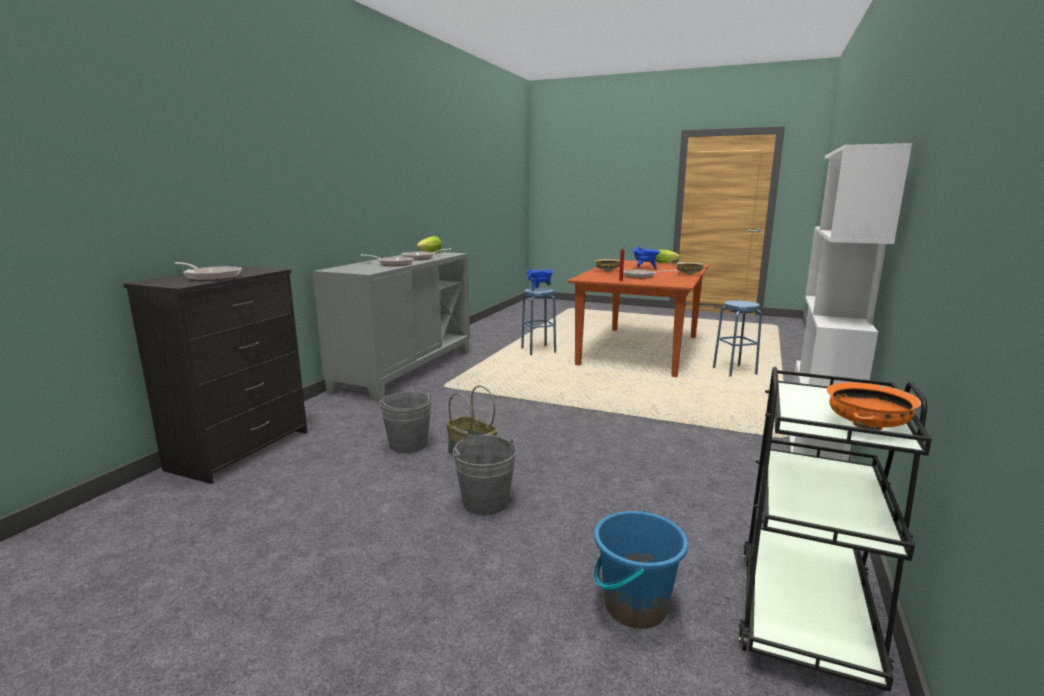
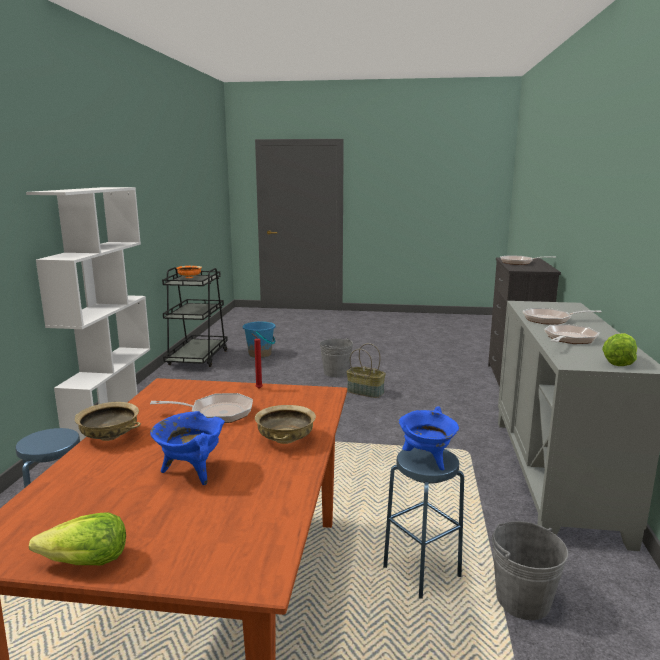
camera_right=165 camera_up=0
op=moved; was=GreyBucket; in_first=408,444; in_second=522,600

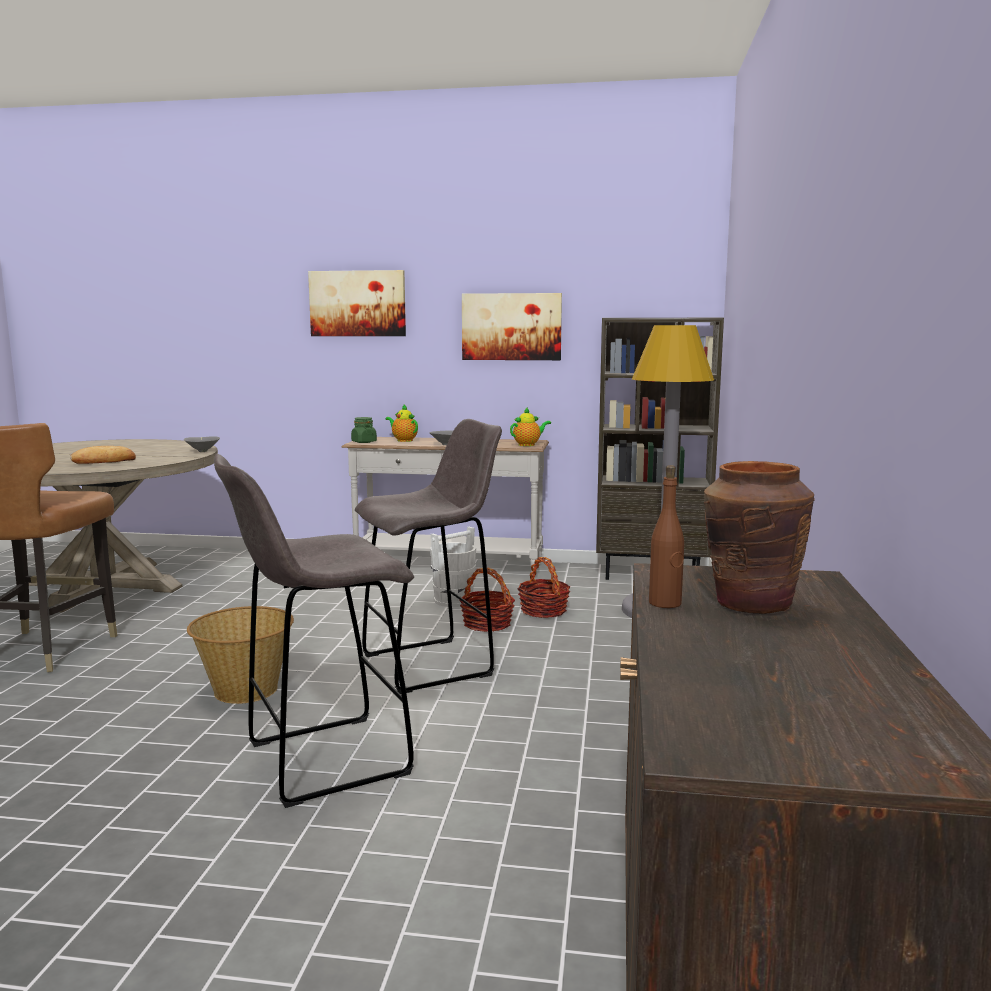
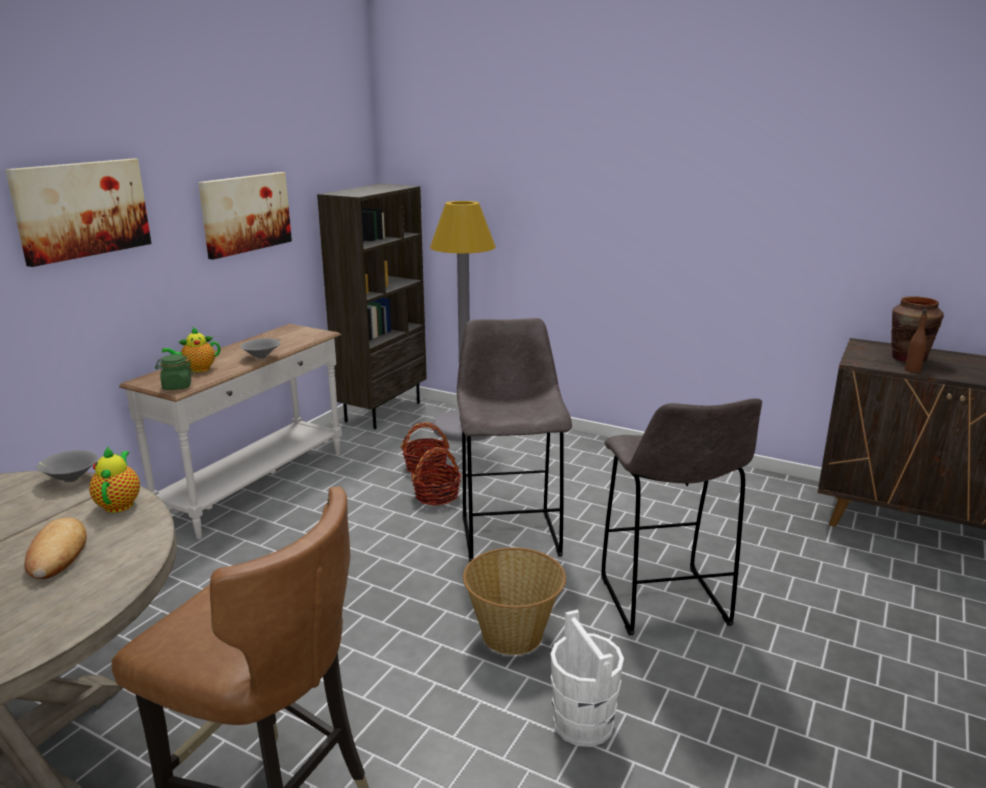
camera_right=-70 camera_up=10
op=moved; was=WhiteBucket; in_first=454,600; in_second=583,723
op=moved; was=Teapot; in_first=528,445; in_second=120,504

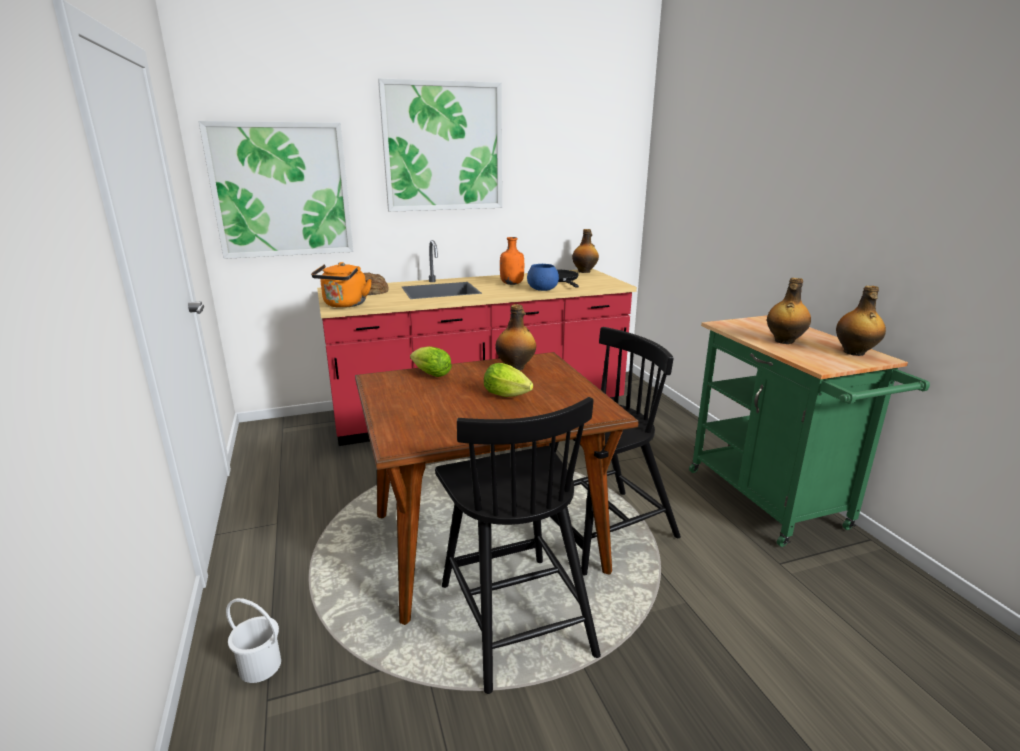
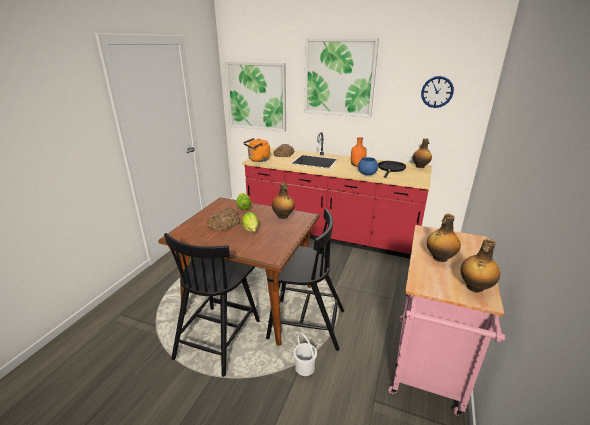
camera_right=40 camera_up=5
op=added; now=Bread; in_second=224,223
op=added; now=WallClock; in_second=437,92
op=moved; was=WhiteBucket; in_first=260,665; in_second=305,367
op=recoloured; was=GreenCart; now=PinkCart; in_first=773,504; in_second=426,367

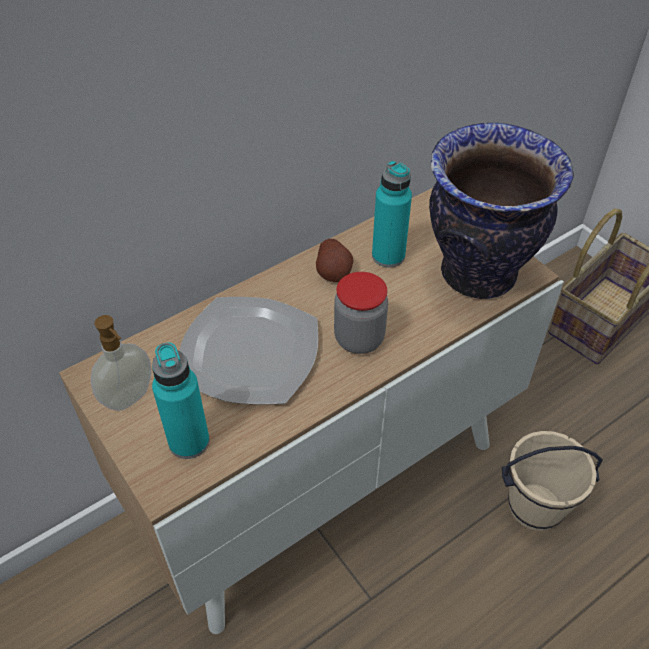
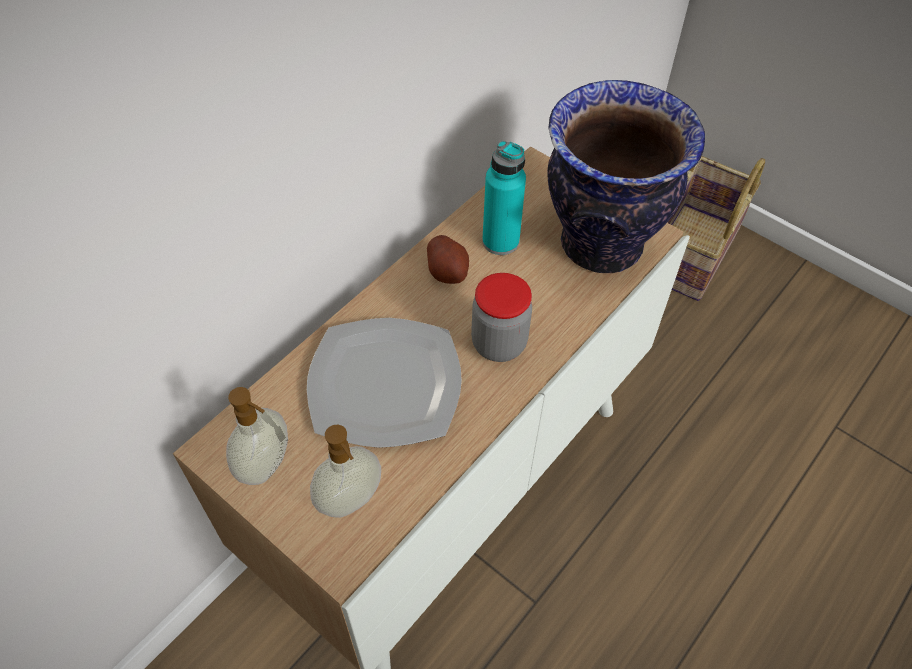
camera_right=-15 camera_up=5
op=removed; was=BeigeBucket; in_first=535,506
op=replaced; was=TurquoiseBottle; now=SoapDispenser; in_first=189,441; in_second=351,502

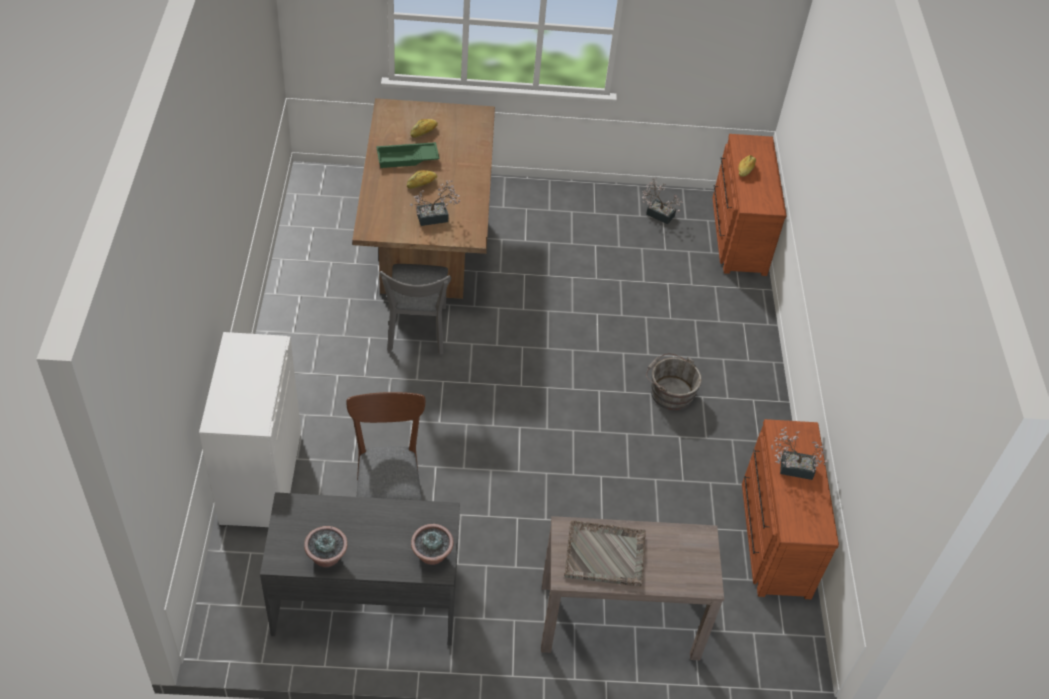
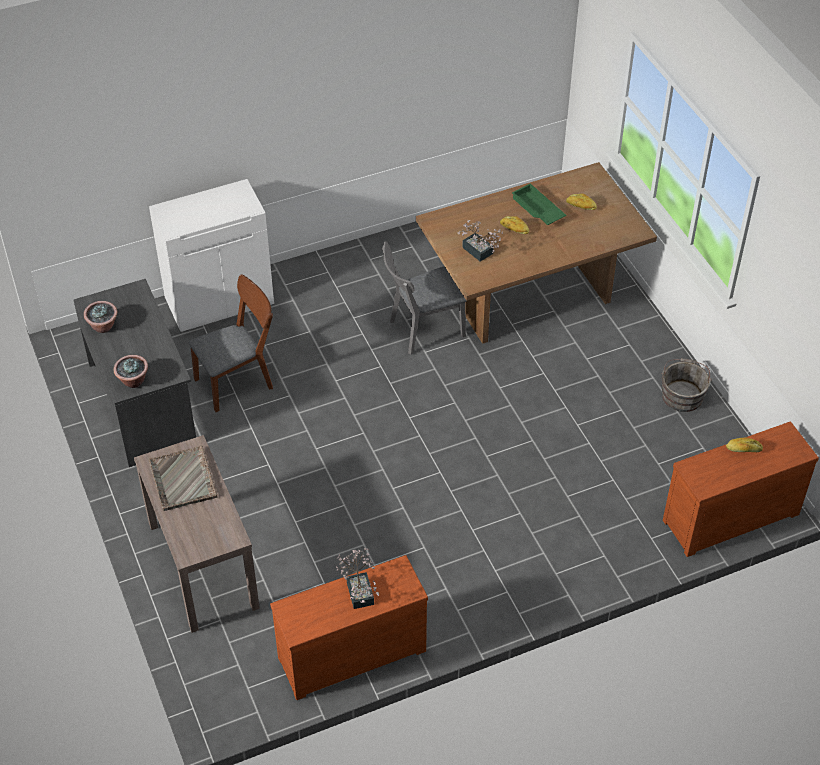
camera_right=70 camera_up=0
op=removed; was=PottedPlant; in_first=657,213
op=moved; was=GreyBucket; in_first=669,392; in_second=682,394

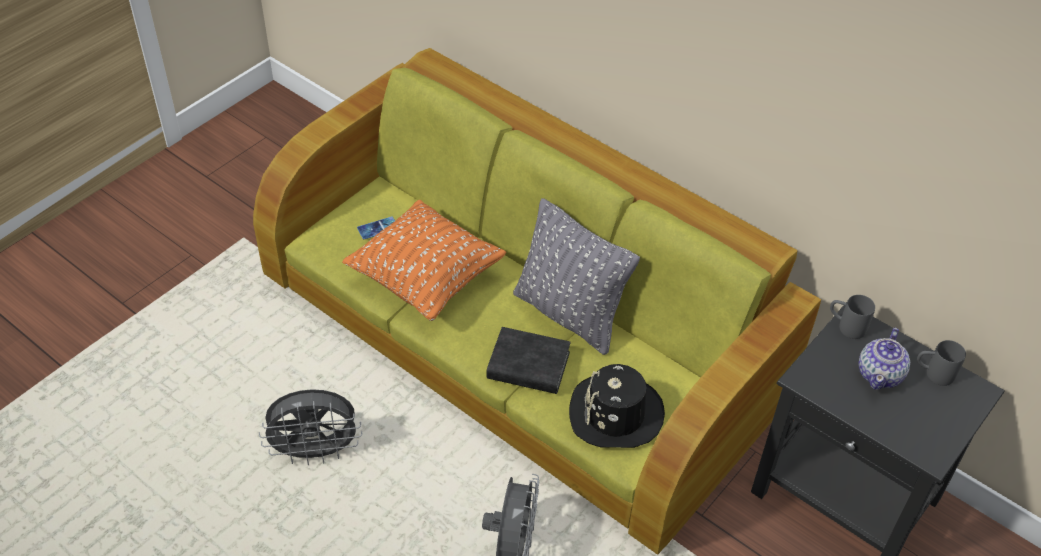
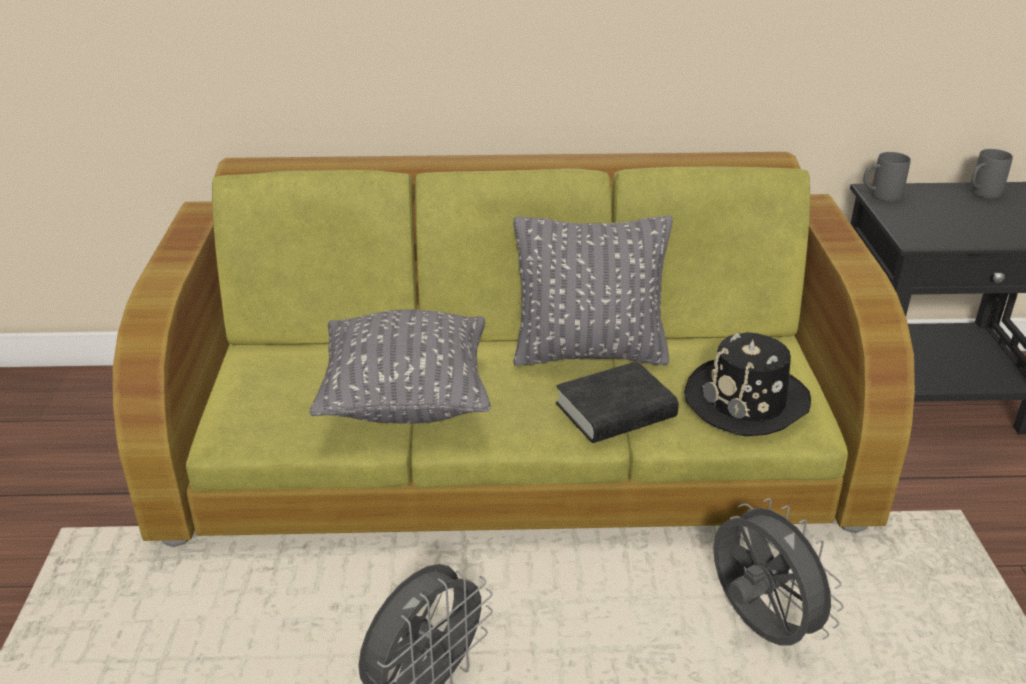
camera_right=-40 camera_up=-15
op=removed; was=Phone; in_first=378,228
op=removed; was=Teapot; in_first=880,374
op=recoloured; was=OrangePillow; now=GreyPillow; in_first=426,280; in_second=406,401

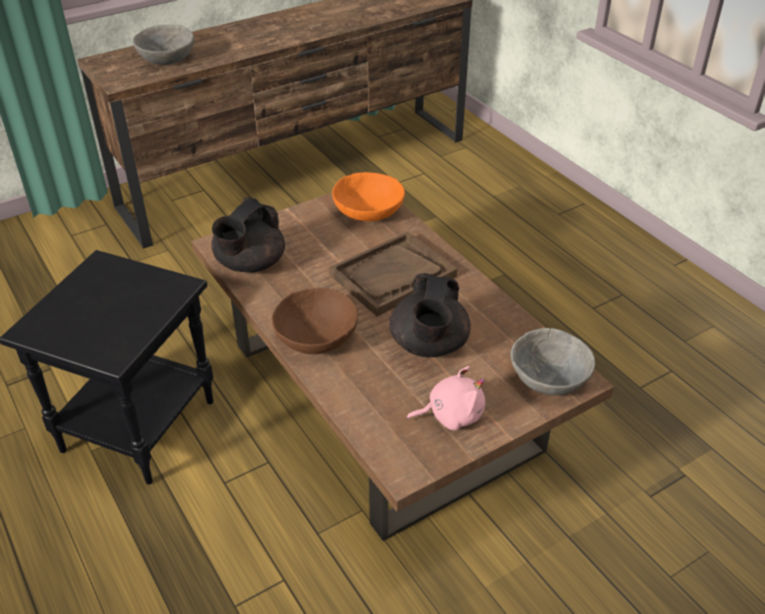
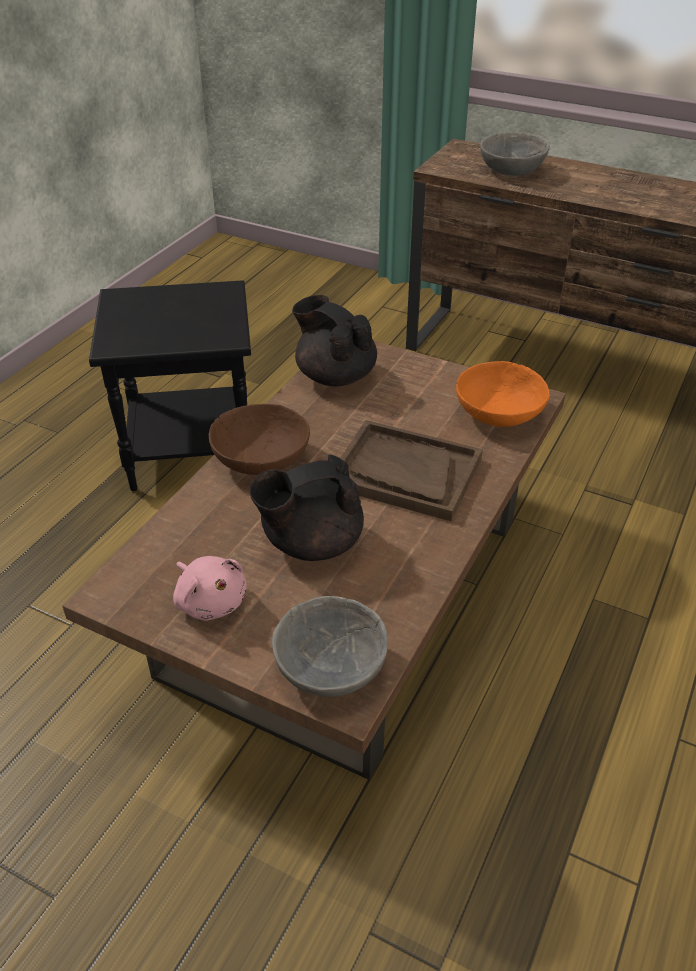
camera_right=60 camera_up=0
op=turned; was=BlackTeapot; in_first=249,264; in_second=335,376; clockwise=45

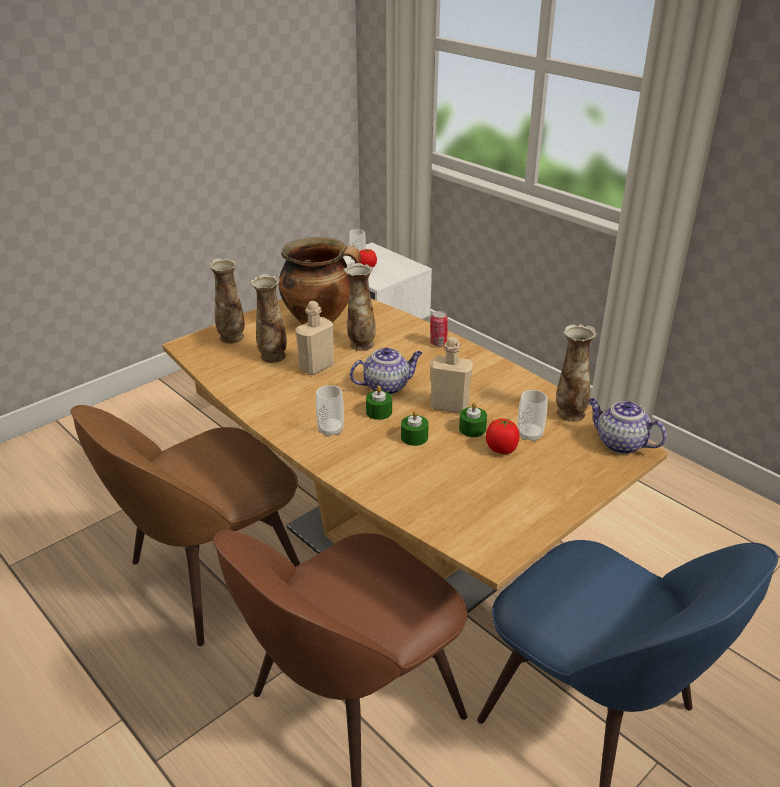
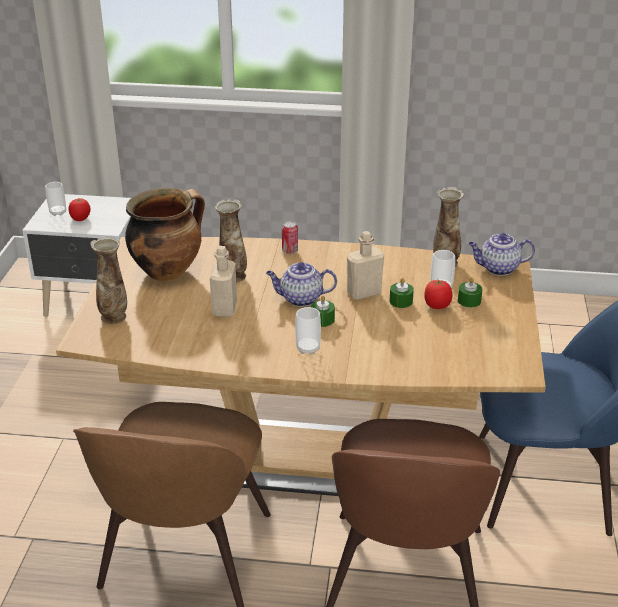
camera_right=-40 camera_up=0
op=removed; was=Vase; in_first=272,357
op=moved; was=GreenCandle; in_first=414,437; in_second=469,301
op=turned; was=Teapot; in_first=387,386; in_second=300,299; clockwise=-120

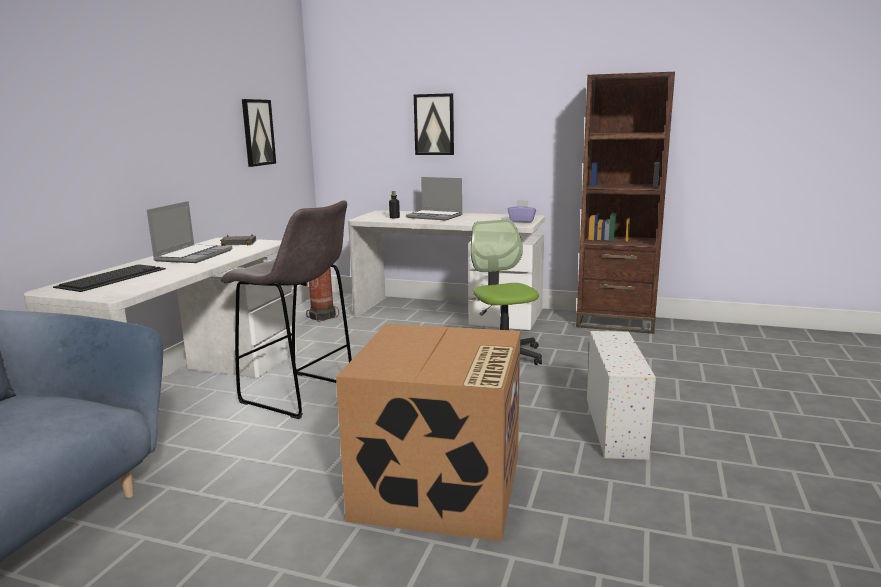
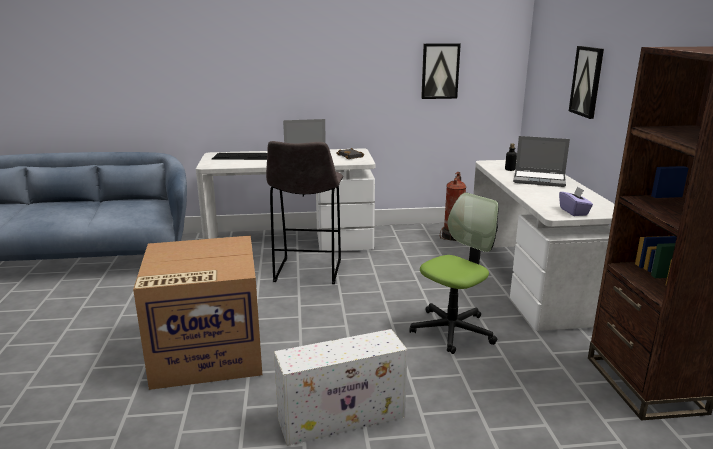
camera_right=65 camera_up=5
op=turned; was=Laptop; in_first=435,216; in_second=540,180; clockwise=-75

